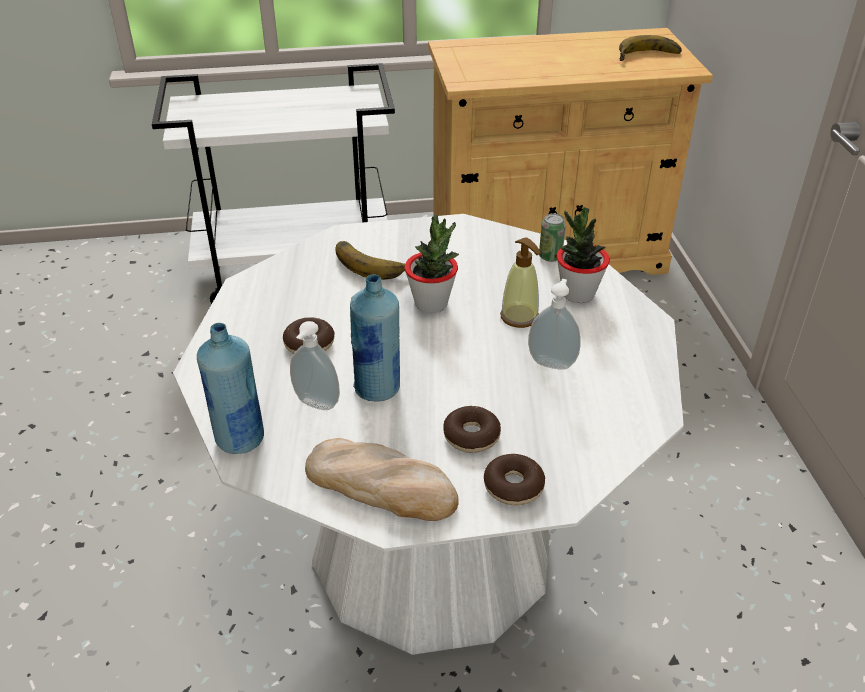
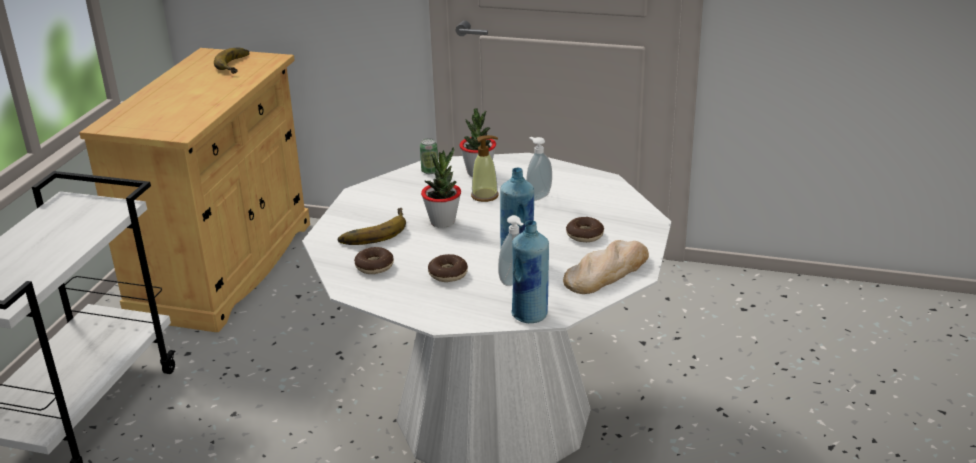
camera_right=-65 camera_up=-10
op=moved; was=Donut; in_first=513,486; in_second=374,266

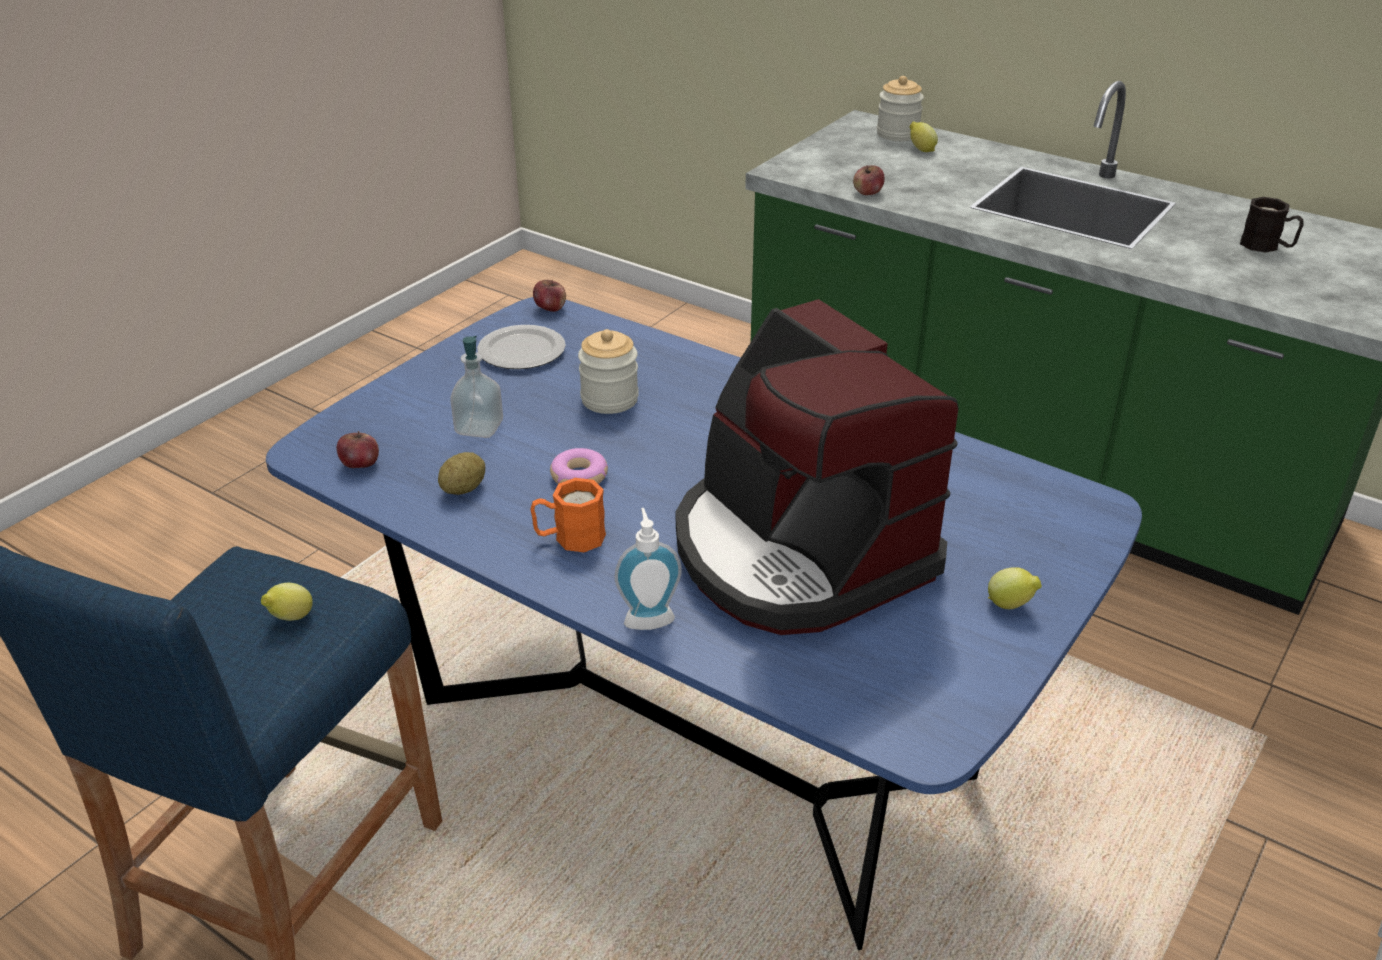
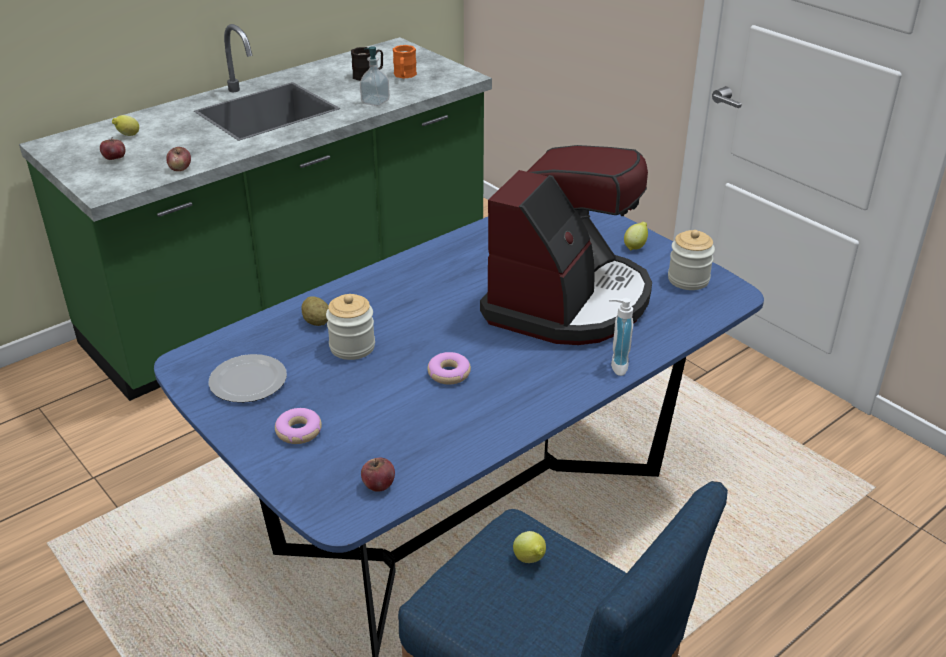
camera_right=-75 camera_up=0
op=added; now=Donut; in_second=298,431
op=moved; was=Potato; in_first=463,489; in_second=317,322
op=moved; was=SoapDispenser; in_first=479,428; in_second=375,102
op=moved; was=OrangeMug; in_first=569,538; in_second=404,76
op=moved; was=Apple; in_first=550,308; in_second=114,158
op=moved; was=Jar; in_first=897,134; in_second=688,279
op=turned; was=CoffeeMachine; in_first=798,552; in_second=568,301; clockwise=-45

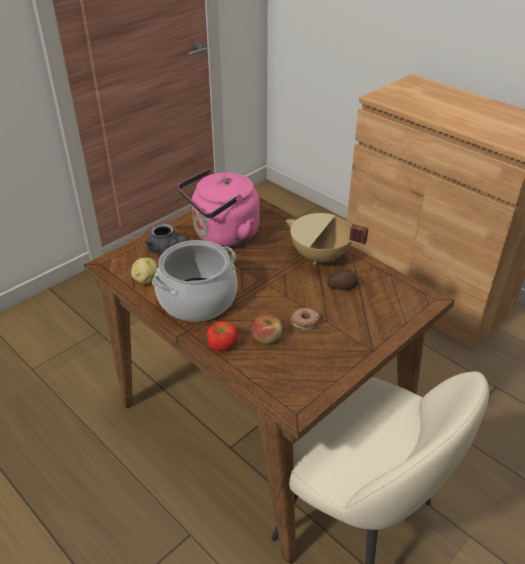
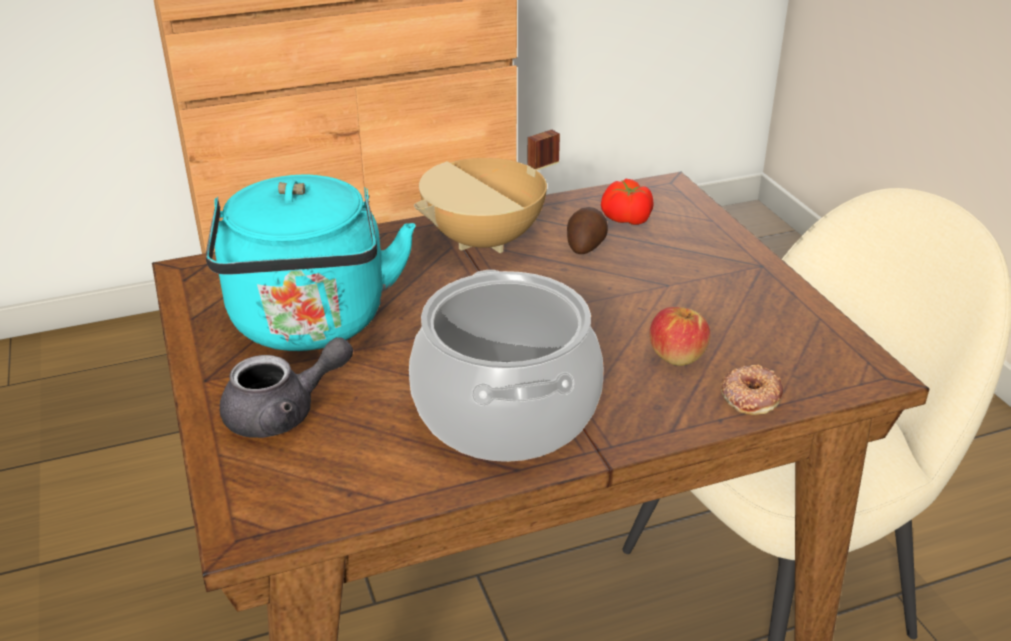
camera_right=-65 camera_up=-5
op=removed; was=Potato; in_first=145,279
op=moved; was=Tomato; in_first=221,343; in_second=626,219
op=moved; was=Donut; in_first=305,321; in_second=750,396
op=recoloured; was=PinkKettle; now=TurquoiseKettle; in_first=223,236; in_second=311,326

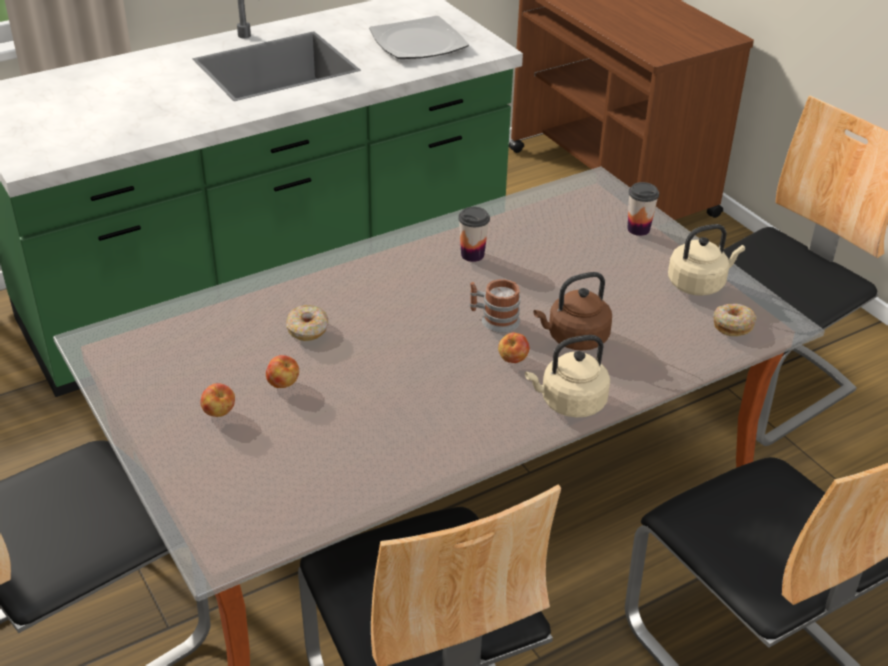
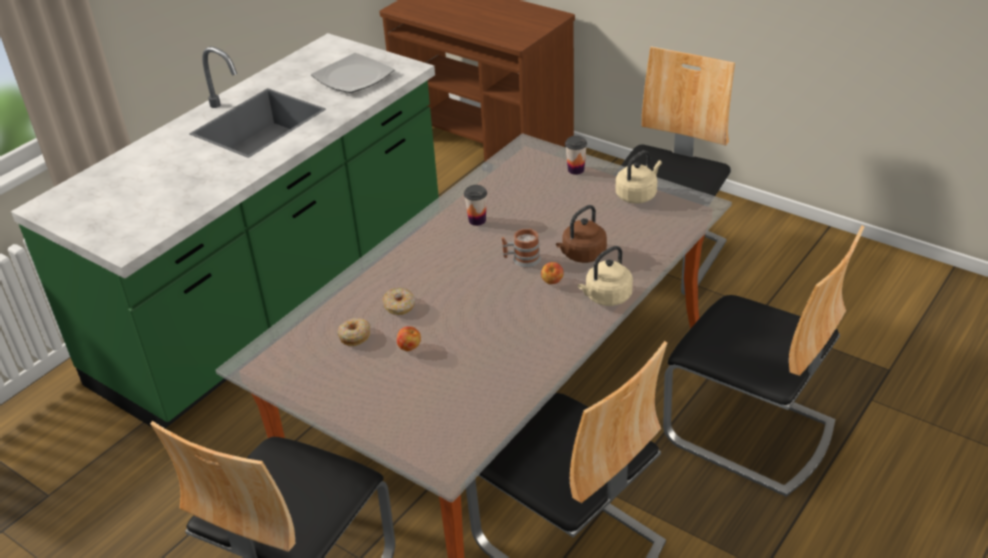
camera_right=-20 camera_up=0
op=removed; was=Apple; in_first=219,413
op=moved; was=Donut; in_first=732,325; in_second=354,336

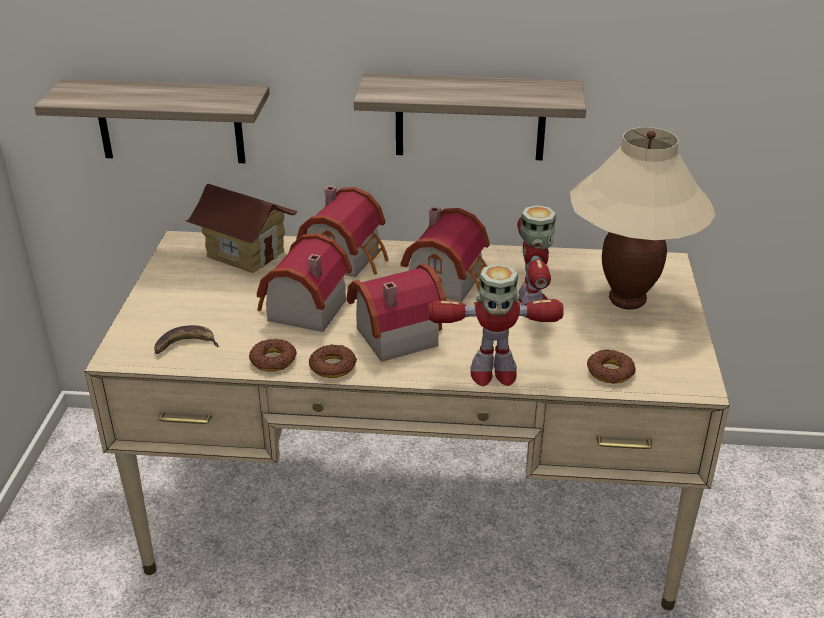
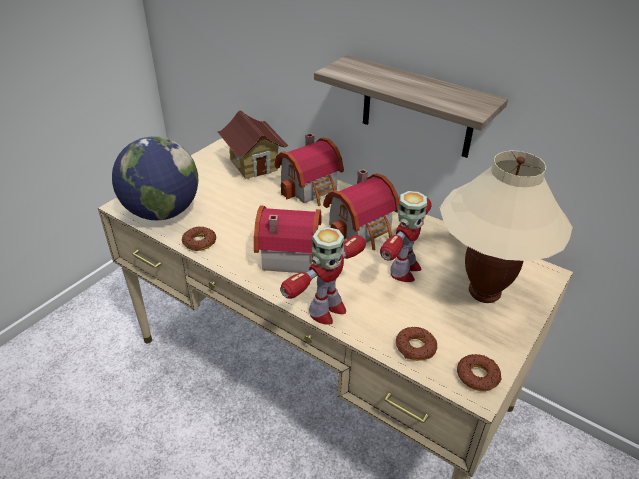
camera_right=30 camera_up=5
op=removed; was=Shelf; in_first=170,121
op=removed; was=ToyHouse; in_first=301,310
op=moved; was=Donut; in_first=333,366; in_second=477,376
op=replaced; was=Banana; now=Globe; in_first=185,345; in_second=162,212
op=turned; was=ToyRobot; in_first=492,374; in_second=326,310; clockwise=-75

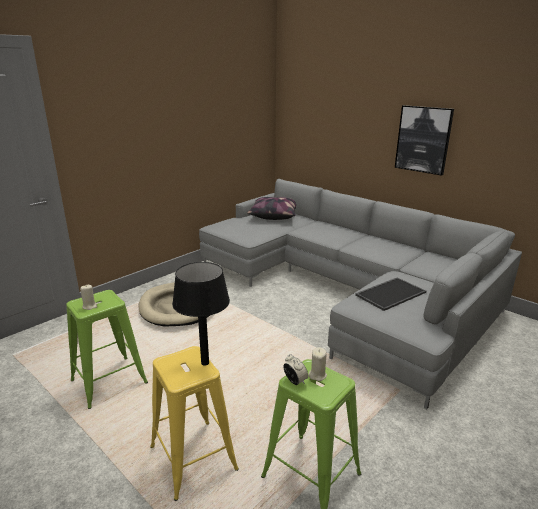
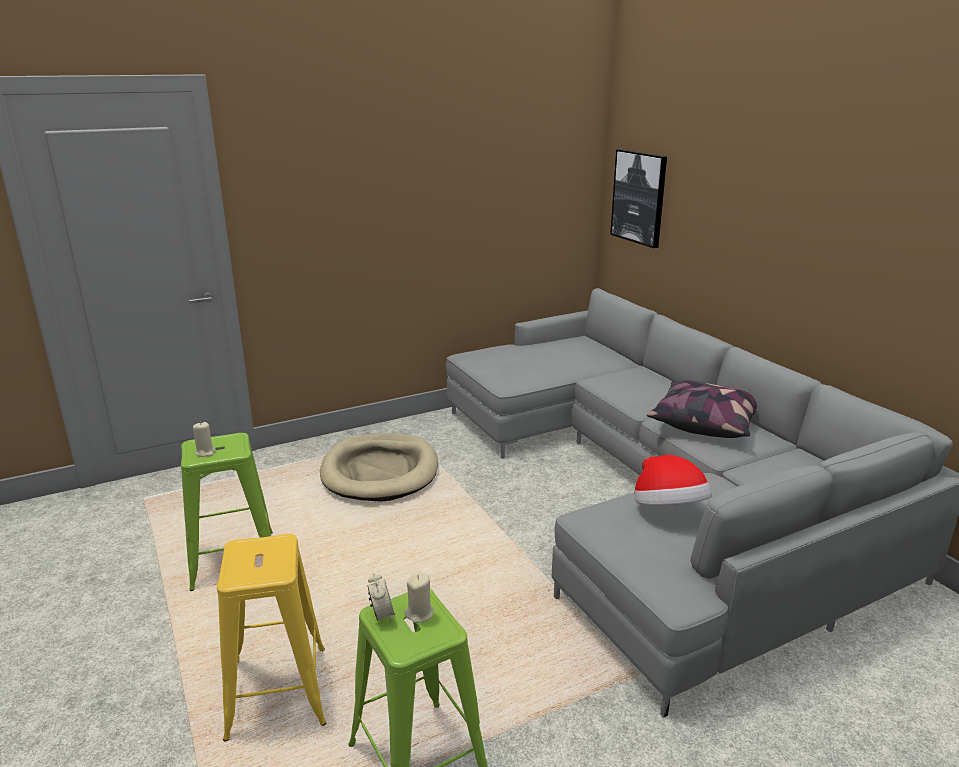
camera_right=20 camera_up=0
op=removed; was=BlackTableLamp; in_first=205,363
op=moved; was=Pillow; in_first=273,216; in_second=704,423
op=moved; was=Picture; in_first=423,139; in_second=639,197
op=replaced; was=Tray; now=Hat; in_first=390,293; in_second=668,510

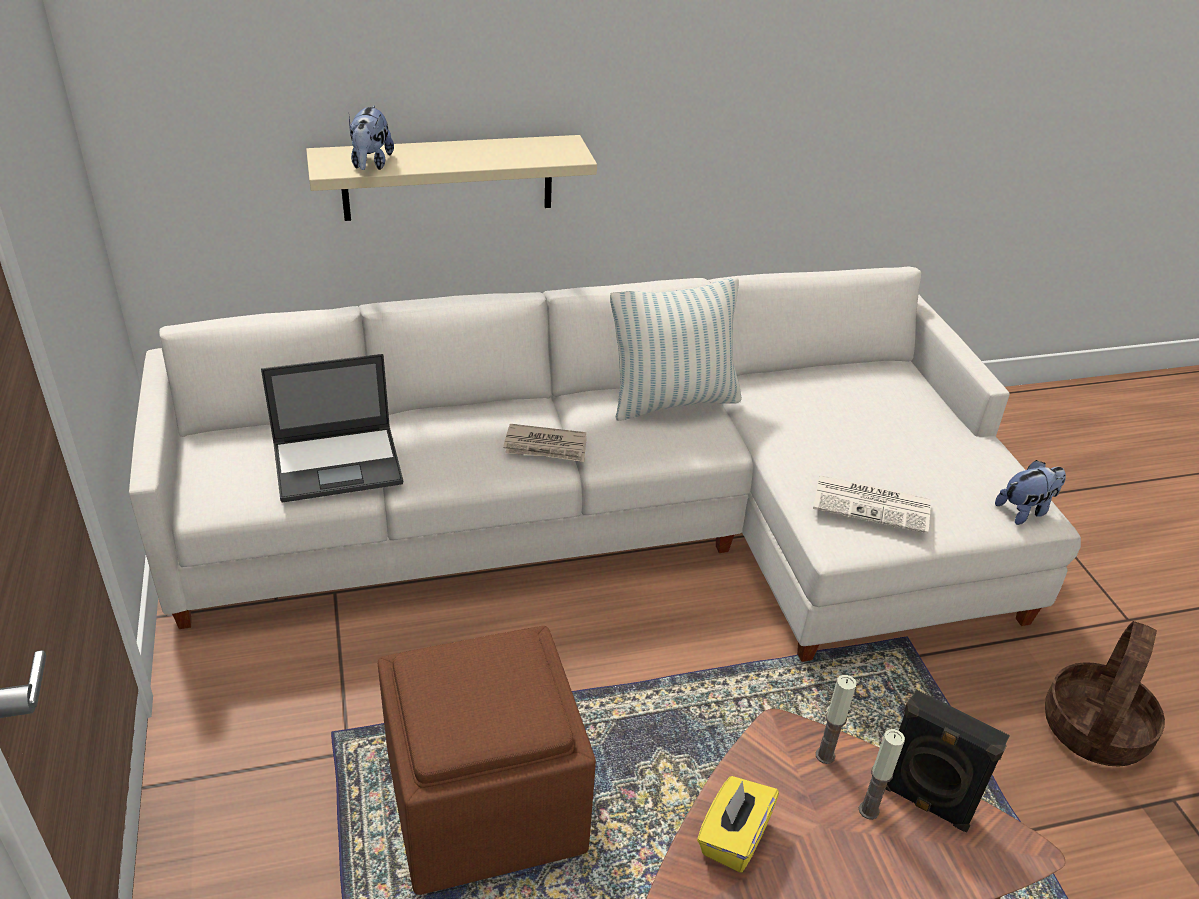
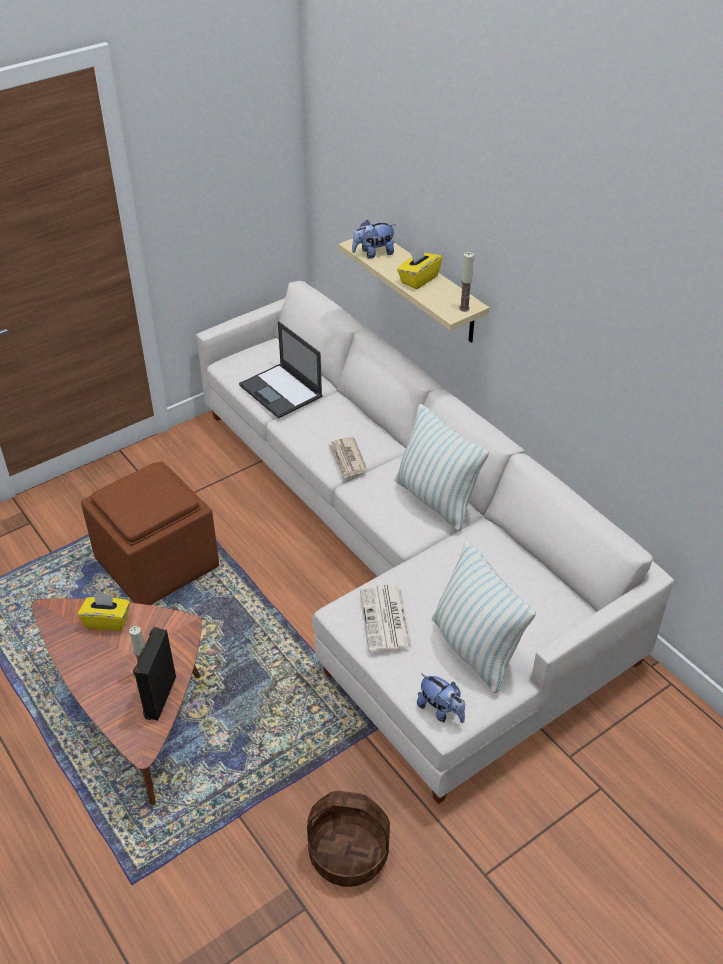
camera_right=70 camera_up=5
op=added; now=YellowTissueBox; in_second=418,279
op=added; now=Pillow; in_second=475,649
op=moved; was=Candle; in_first=825,755; in_second=464,308

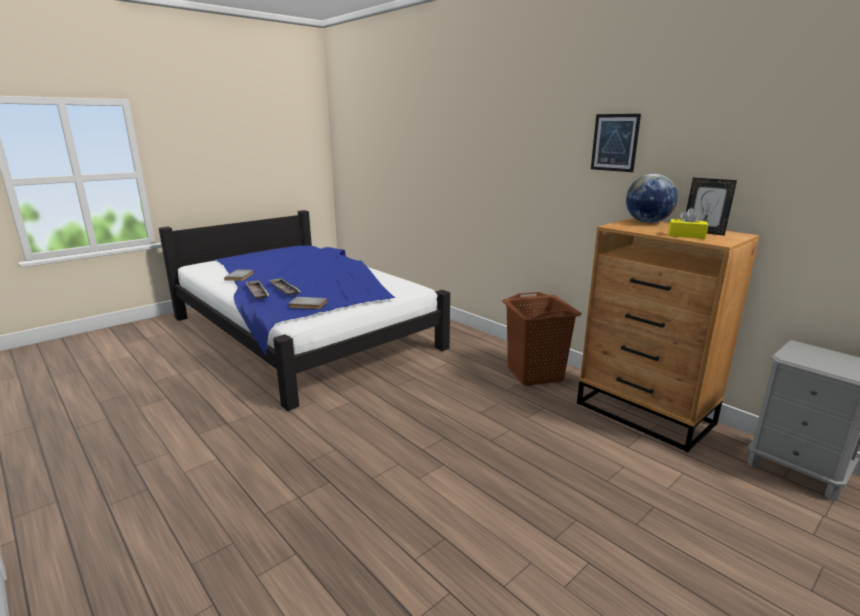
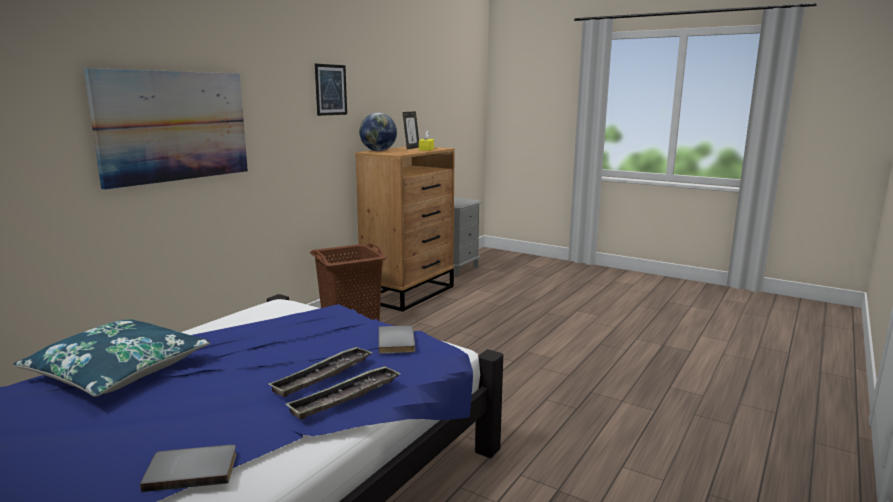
camera_right=-105 camera_up=-5
op=added; now=BluePillow; in_second=118,371
op=added; now=Picture; in_second=174,126

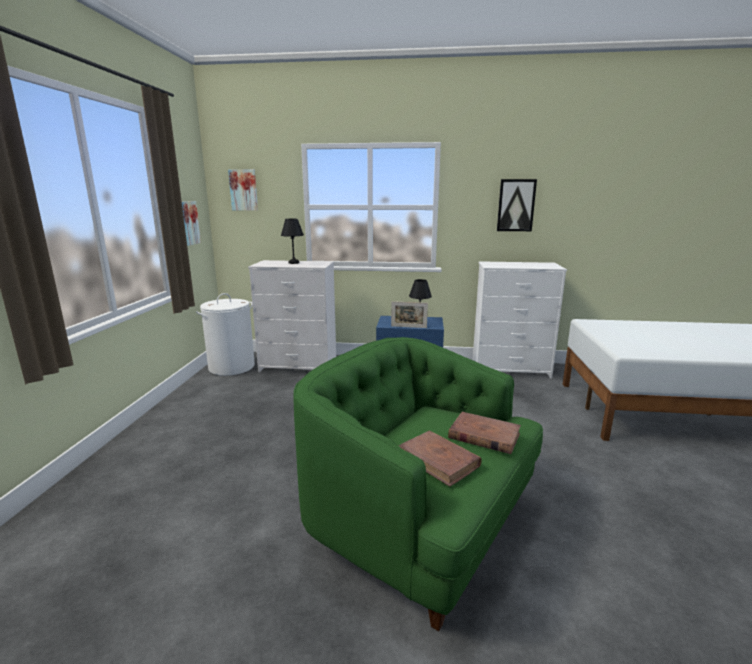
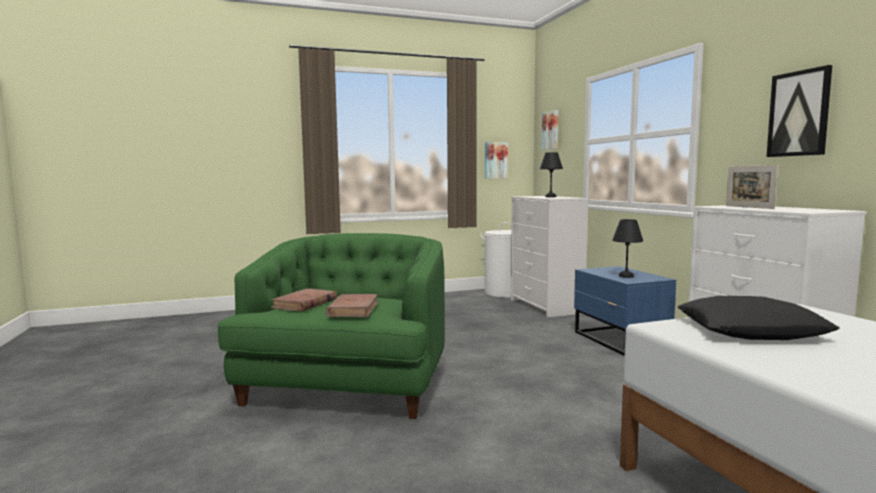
camera_right=65 camera_up=-10
op=added; now=BlackPillow; in_second=750,330
op=moved; was=PictureFrame; in_first=408,327; in_second=749,207

